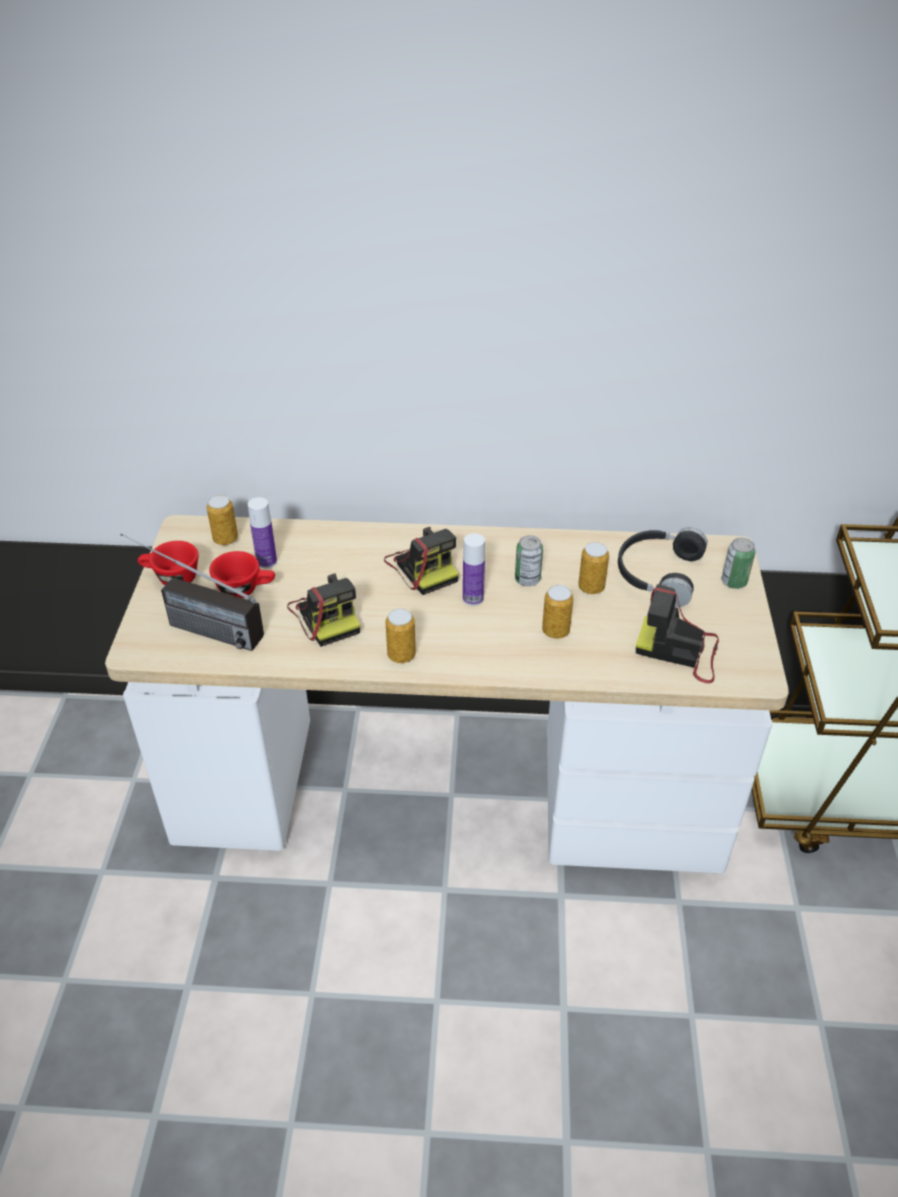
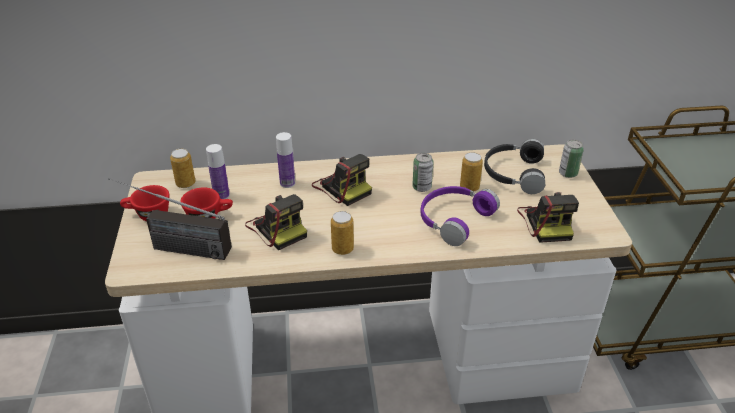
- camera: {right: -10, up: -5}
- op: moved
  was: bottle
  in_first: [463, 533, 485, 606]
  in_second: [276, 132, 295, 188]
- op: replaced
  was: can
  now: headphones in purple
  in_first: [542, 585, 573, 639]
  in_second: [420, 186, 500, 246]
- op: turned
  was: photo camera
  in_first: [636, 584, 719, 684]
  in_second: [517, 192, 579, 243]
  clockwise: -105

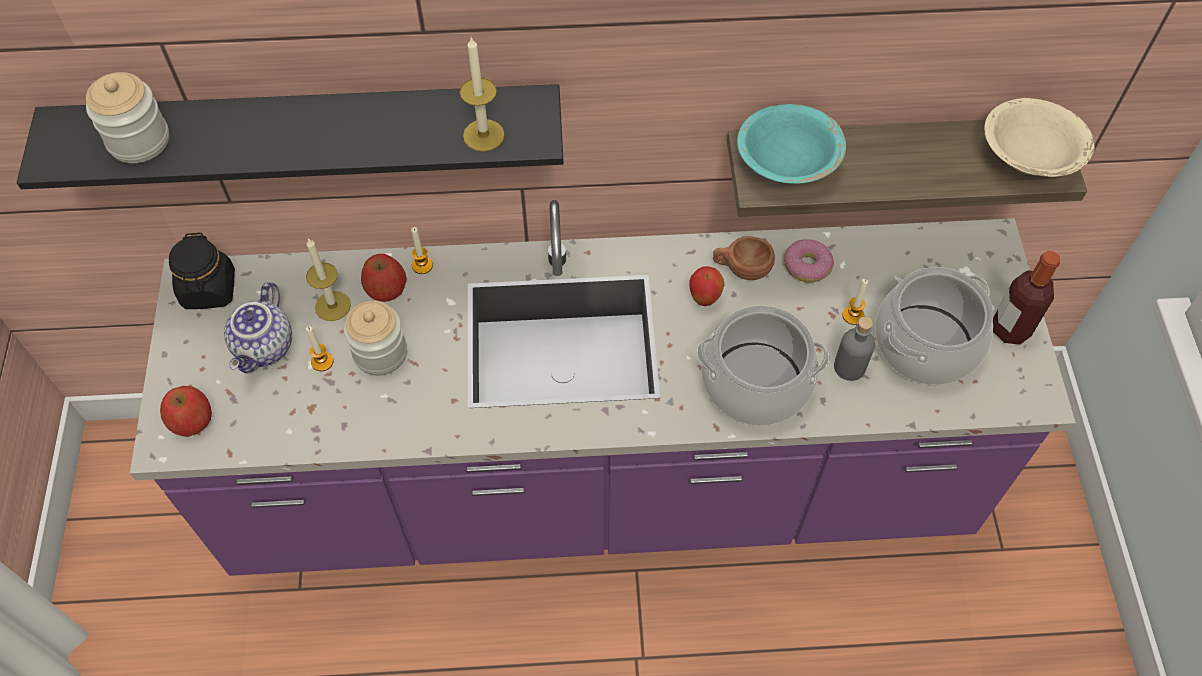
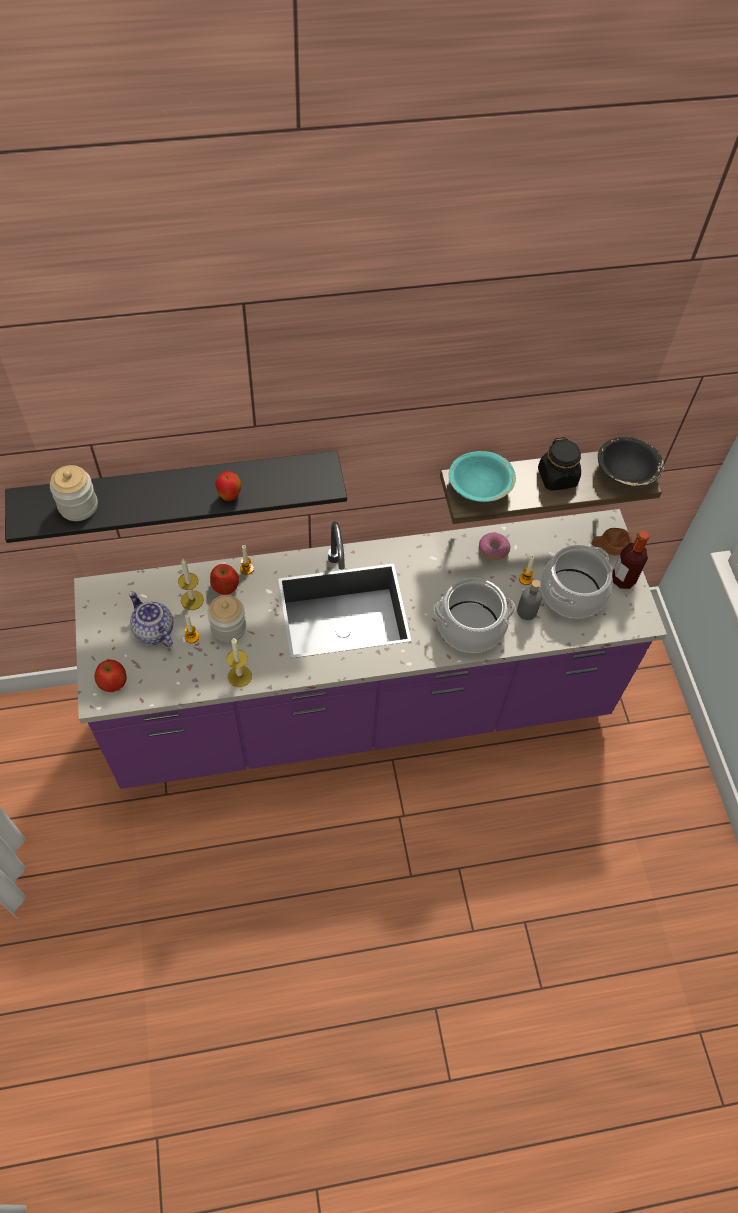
- camera: {right: -10, up: 0}
- op: moved
  was: jar in black
  in_first: [169, 232, 235, 309]
  in_second: [538, 437, 581, 491]
- op: moved
  was: candle
  in_first: [460, 37, 505, 152]
  in_second: [226, 638, 252, 687]
- op: moved
  was: apple
  in_first: [689, 266, 724, 306]
  in_second: [215, 471, 241, 501]
- op: moved
  was: cup in brown
  in_first: [713, 236, 775, 280]
  in_second: [591, 528, 632, 555]
- op: recoloured
  was: bowl in beige
  now: bowl in black
  in_first: [984, 98, 1095, 177]
  in_second: [598, 437, 664, 486]
- op: turned
  was: teapot
  in_first: [224, 282, 292, 373]
  in_second: [129, 591, 173, 647]
  clockwise: 135

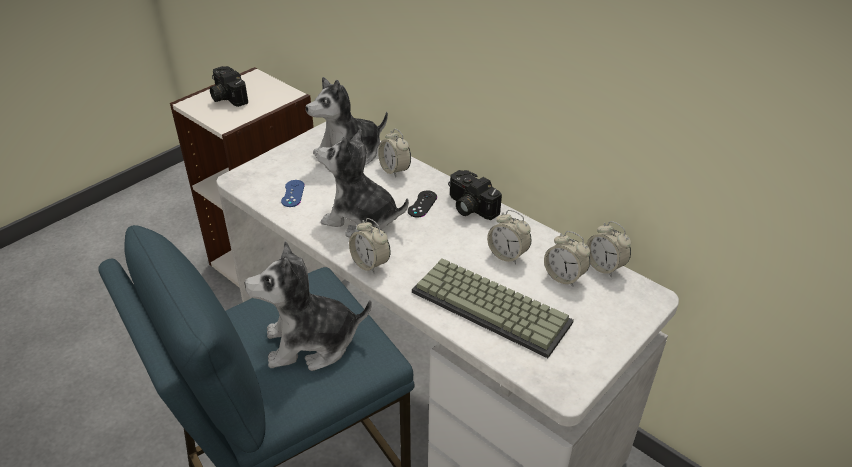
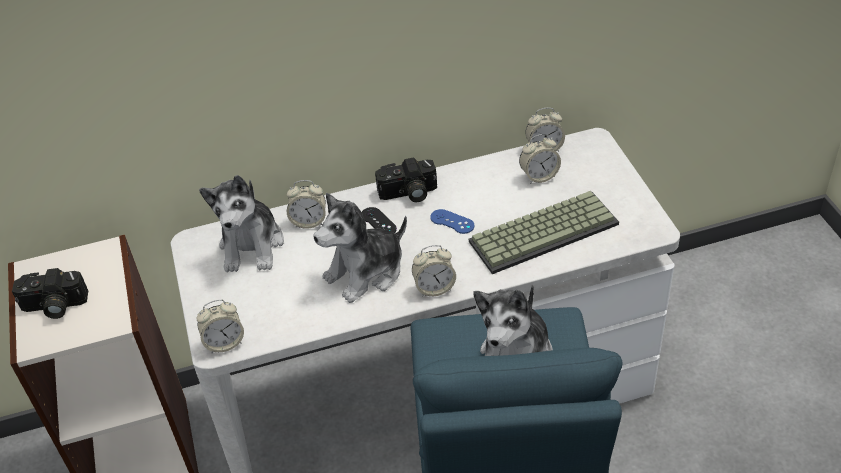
- camera: {right: -55, up: 5}
- op: moved
  was: game controller in blue
  in_first: [281, 180, 305, 207]
  in_second: [430, 209, 474, 234]
- op: moved
  was: alarm clock
  in_first: [487, 210, 532, 265]
  in_second: [196, 300, 244, 353]

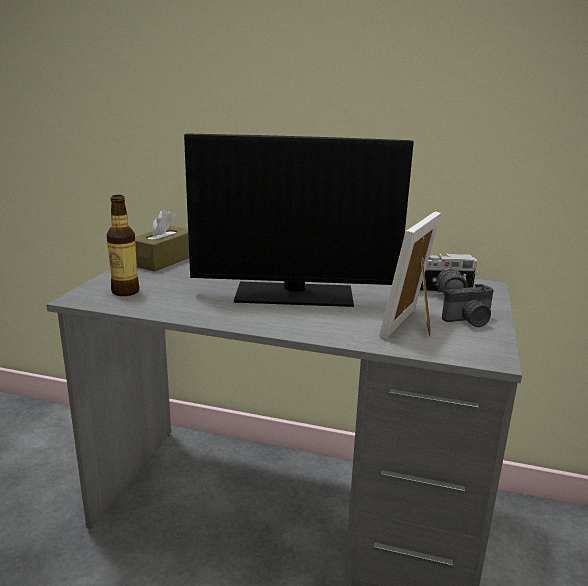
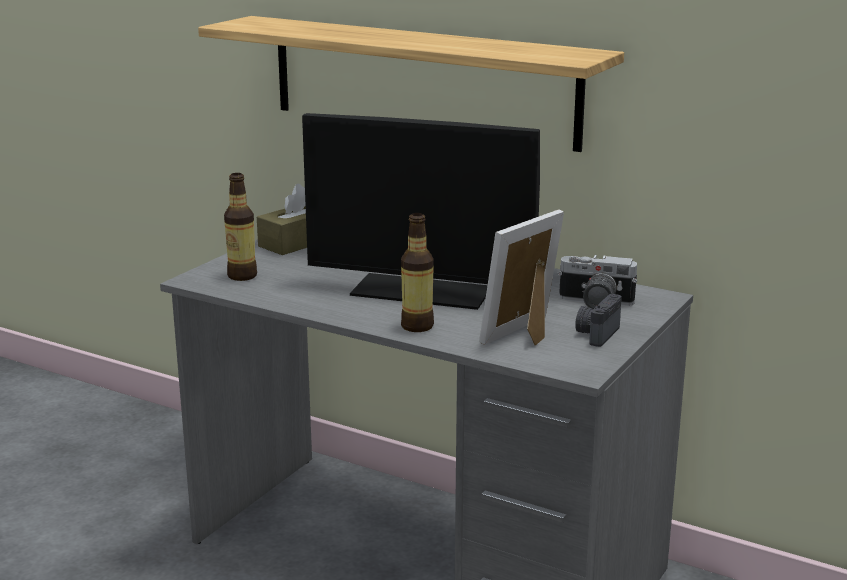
- camera: {right: 15, up: 0}
- op: added
  now: shelf
  in_second: [198, 16, 624, 152]
- op: added
  now: bottle
  in_second: [401, 213, 434, 332]
- op: turned
  was: photo camera
  in_first: [442, 284, 494, 327]
  in_second: [575, 294, 622, 347]
  clockwise: 120

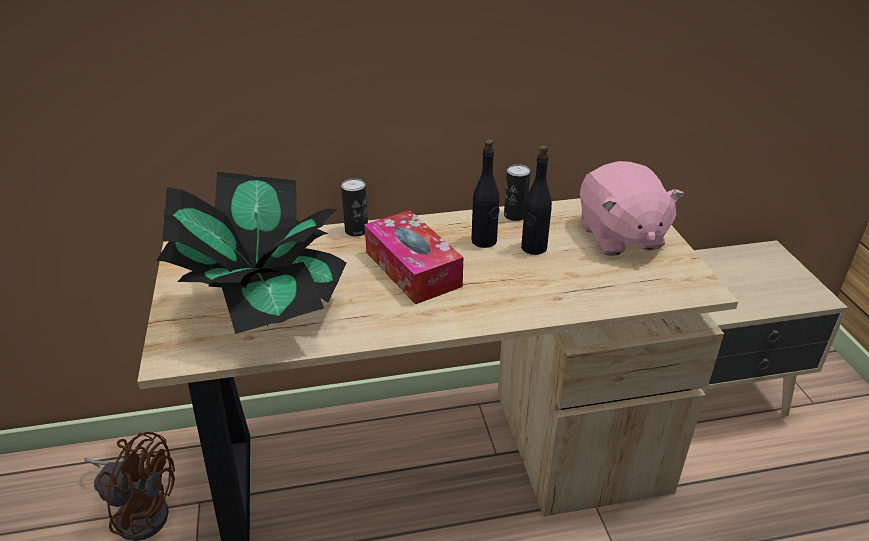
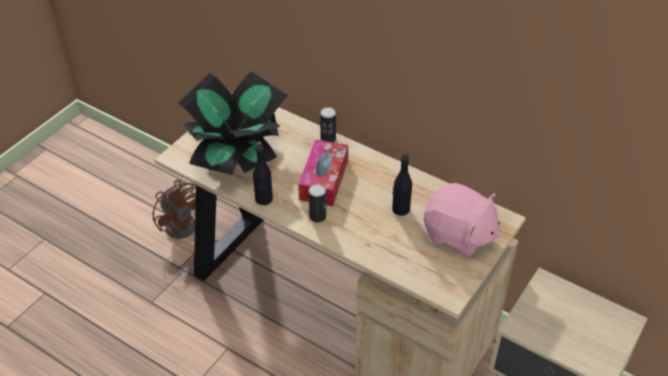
- camera: {right: 45, up: 10}
- op: moved
  was: bottle in black
  in_first: [471, 139, 500, 248]
  in_second: [253, 141, 273, 205]
- op: moved
  was: can
  in_first: [504, 164, 530, 221]
  in_second: [309, 184, 326, 223]
- op: turned
  was: plush toy in pink
  in_first: [580, 161, 684, 256]
  in_second: [424, 183, 501, 257]
  clockwise: -90

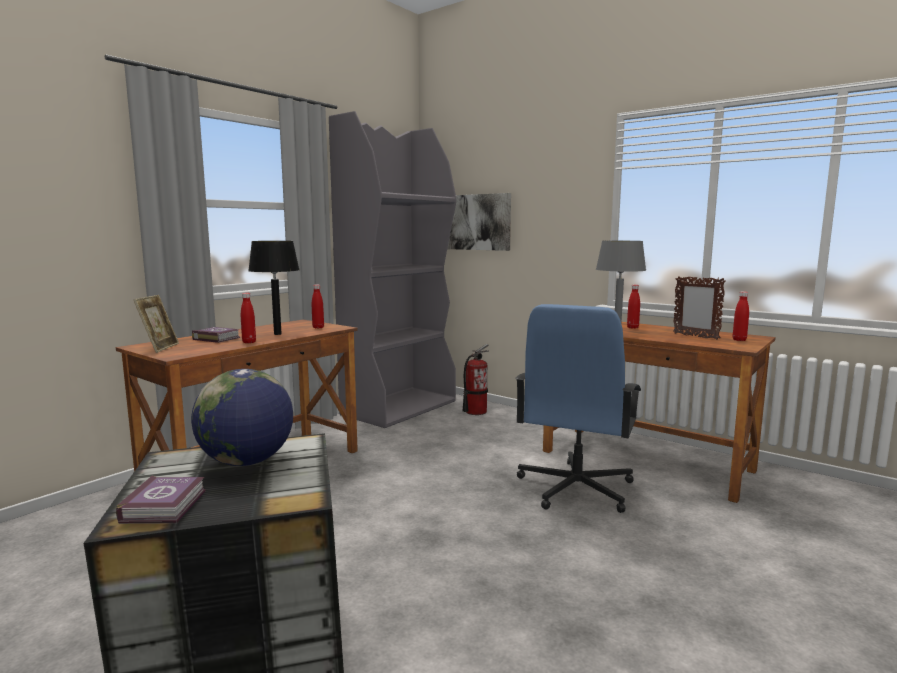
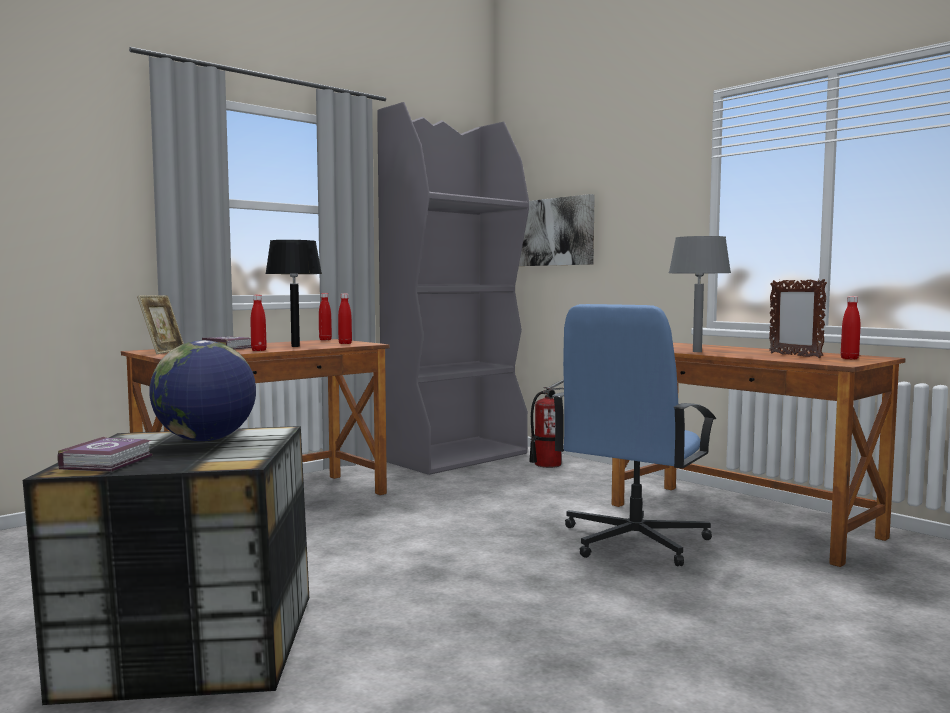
- camera: {right: 10, up: -5}
- op: moved
  was: bottle in red
  in_first: [627, 285, 640, 329]
  in_second: [319, 293, 332, 340]

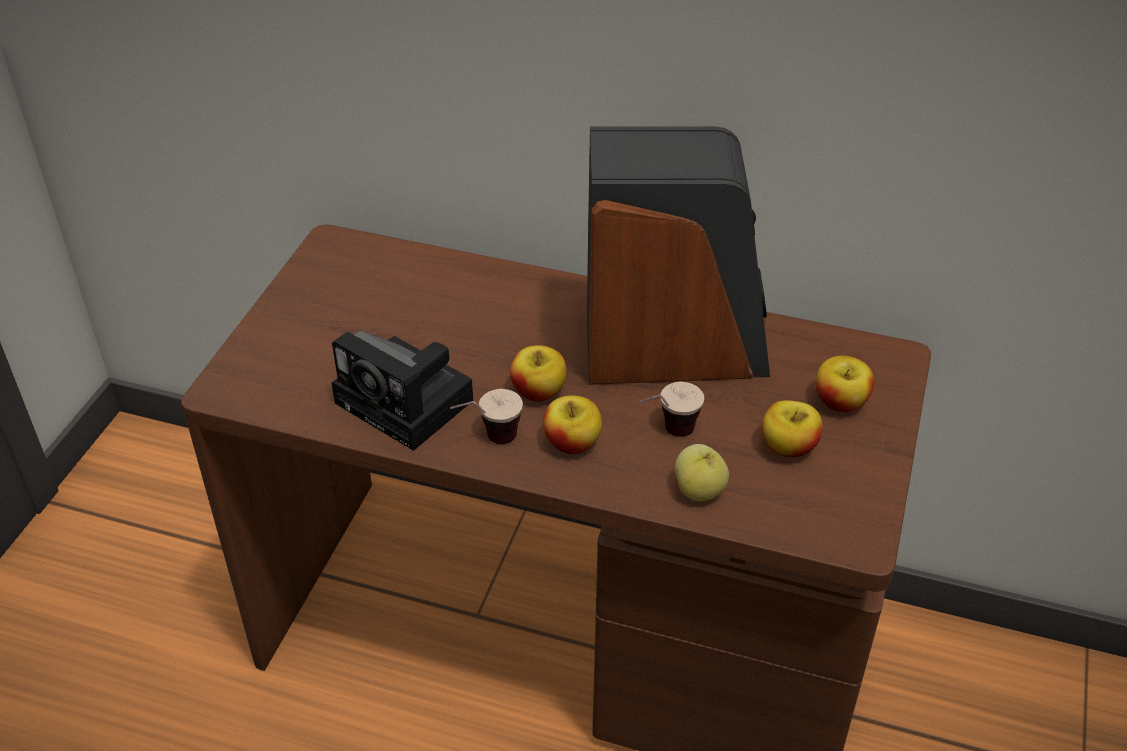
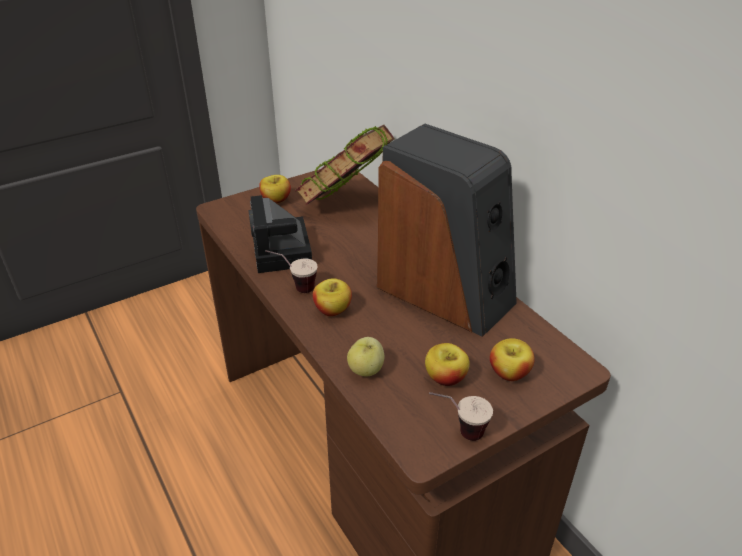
- camera: {right: 40, up: -5}
- op: added
  now: book
  in_second: [295, 125, 394, 205]
- op: moved
  was: apple
  in_first: [510, 345, 567, 402]
  in_second: [259, 175, 291, 203]
- op: moved
  was: cup
  in_first: [640, 382, 704, 437]
  in_second: [429, 392, 493, 441]

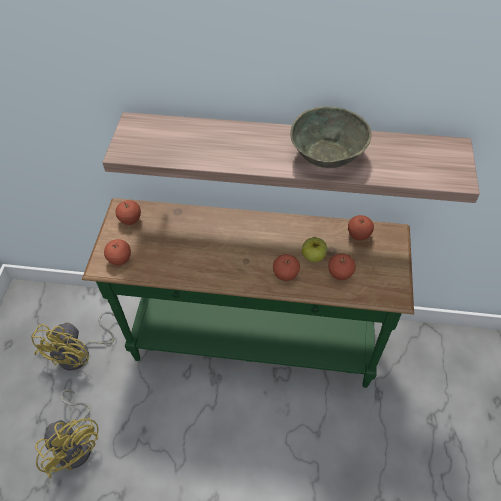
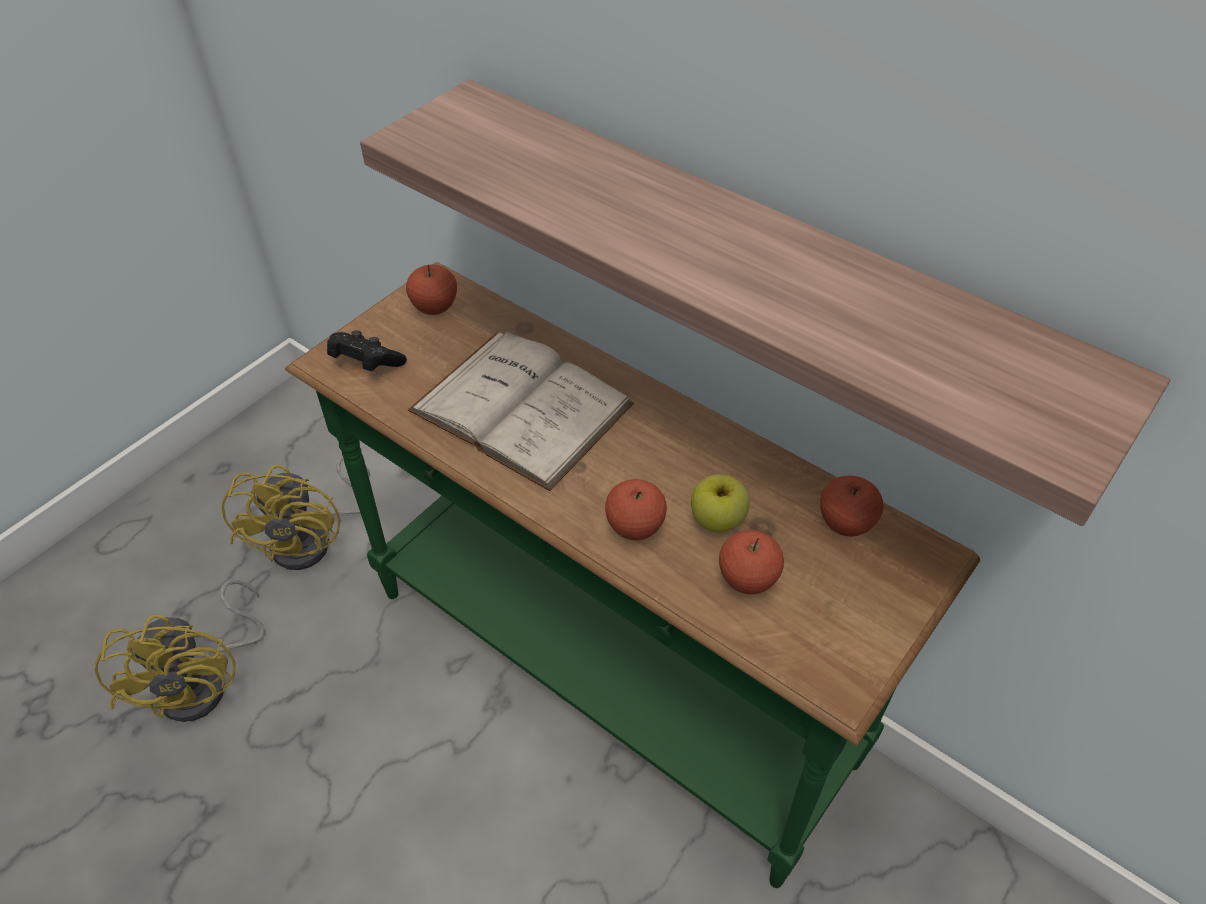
- camera: {right: 30, up: -5}
- op: removed
  was: bowl in grey
  in_first: [290, 106, 371, 168]
- op: added
  now: book in white
  in_second: [408, 331, 634, 491]
- op: replaced
  was: apple
  now: game controller in black
  in_first: [104, 239, 131, 265]
  in_second: [327, 330, 407, 371]
- op: turned
  was: fan in yellow
  in_first: [31, 312, 114, 370]
  in_second: [222, 456, 370, 570]
  clockwise: -45

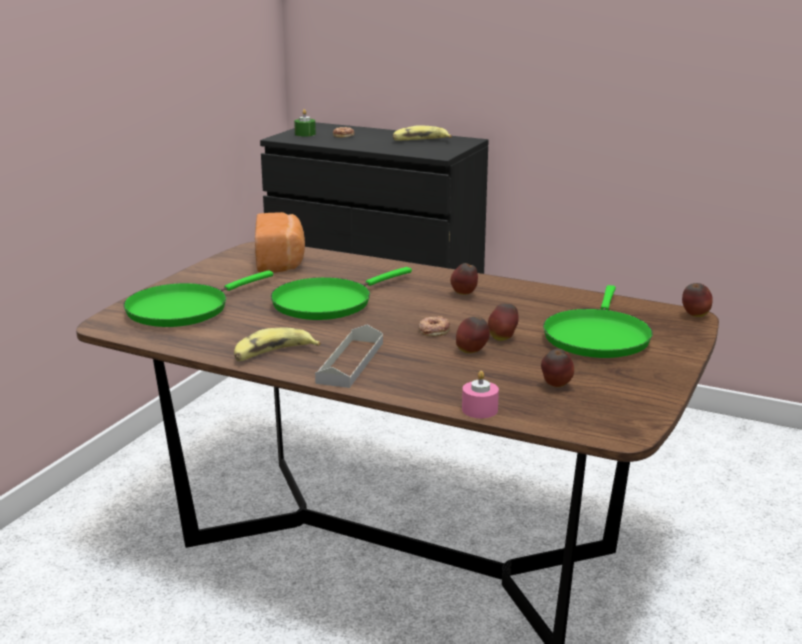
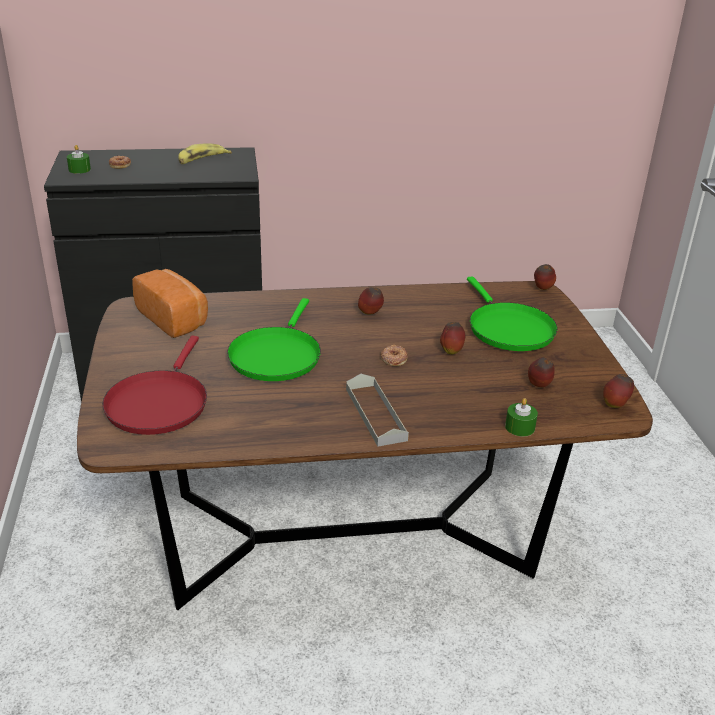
- camera: {right: -35, up: 10}
- op: removed
  was: banana
  in_first: [234, 328, 321, 361]
- op: moved
  was: apple
  in_first: [456, 317, 490, 353]
  in_second: [603, 374, 634, 408]
- op: recoloured
  was: frying pan in green
  now: frying pan in red
  in_first: [124, 271, 273, 327]
  in_second: [102, 336, 207, 435]
- op: recoloured
  was: candle in pink
  now: candle in green
  in_first: [462, 371, 499, 418]
  in_second: [505, 398, 538, 437]

